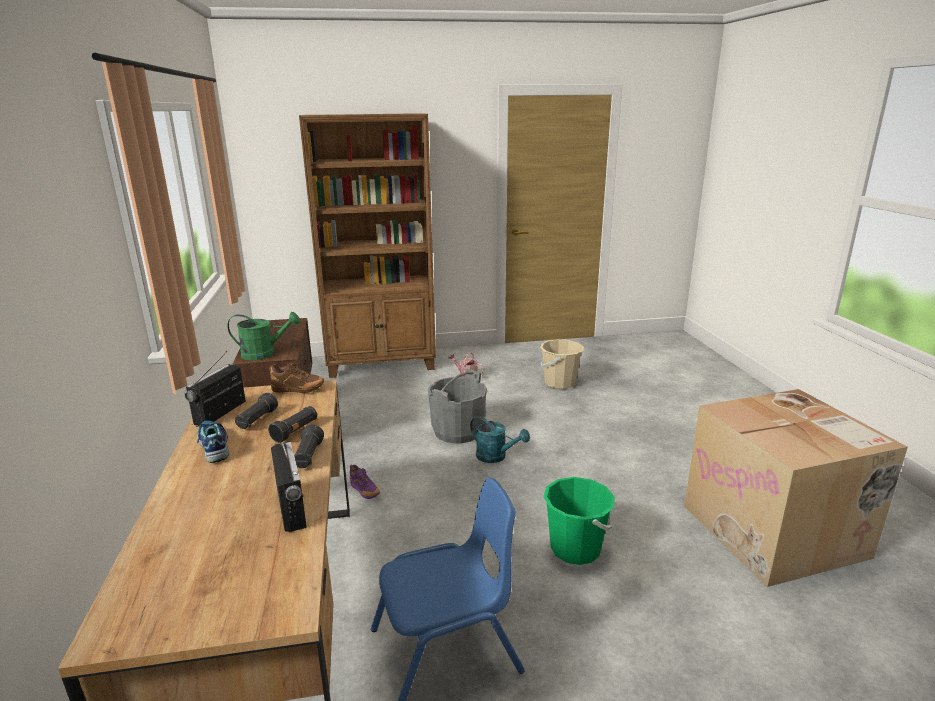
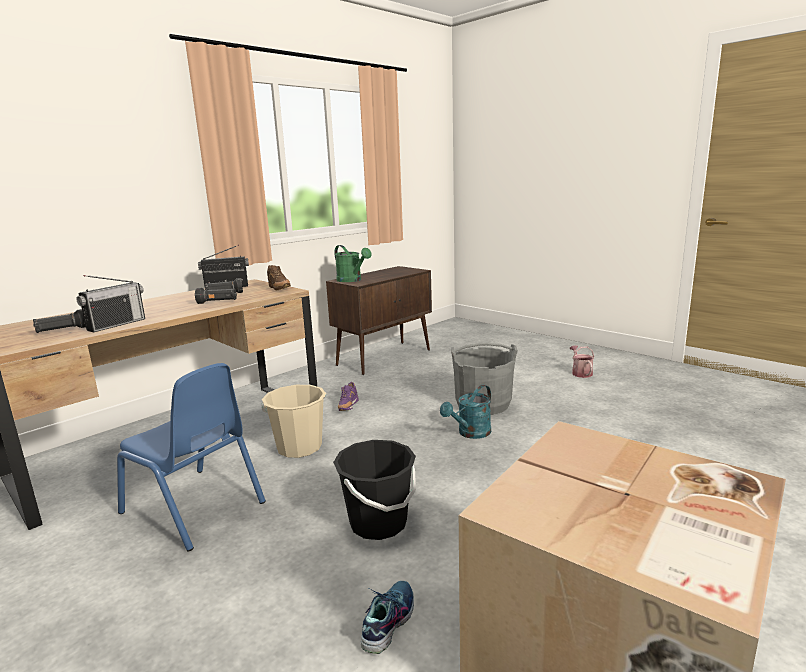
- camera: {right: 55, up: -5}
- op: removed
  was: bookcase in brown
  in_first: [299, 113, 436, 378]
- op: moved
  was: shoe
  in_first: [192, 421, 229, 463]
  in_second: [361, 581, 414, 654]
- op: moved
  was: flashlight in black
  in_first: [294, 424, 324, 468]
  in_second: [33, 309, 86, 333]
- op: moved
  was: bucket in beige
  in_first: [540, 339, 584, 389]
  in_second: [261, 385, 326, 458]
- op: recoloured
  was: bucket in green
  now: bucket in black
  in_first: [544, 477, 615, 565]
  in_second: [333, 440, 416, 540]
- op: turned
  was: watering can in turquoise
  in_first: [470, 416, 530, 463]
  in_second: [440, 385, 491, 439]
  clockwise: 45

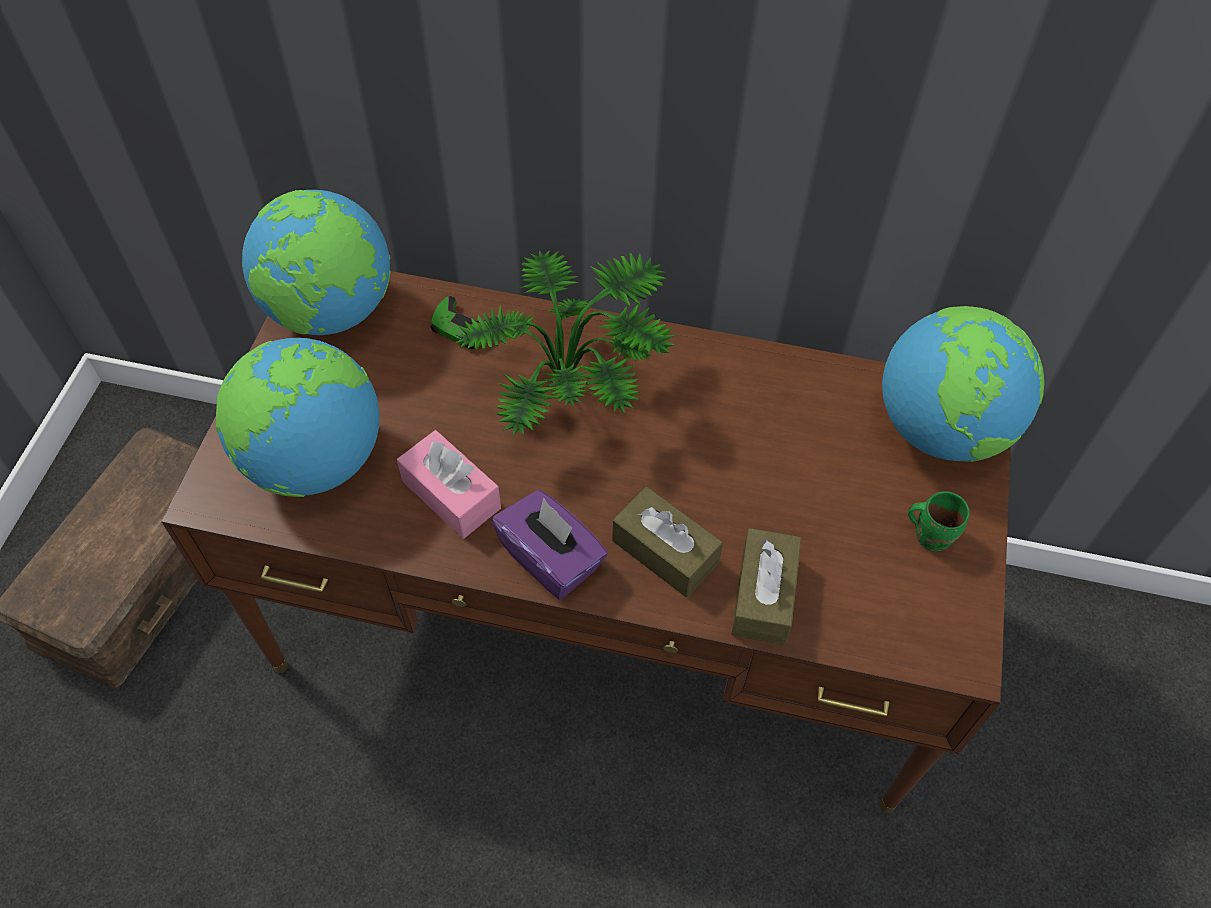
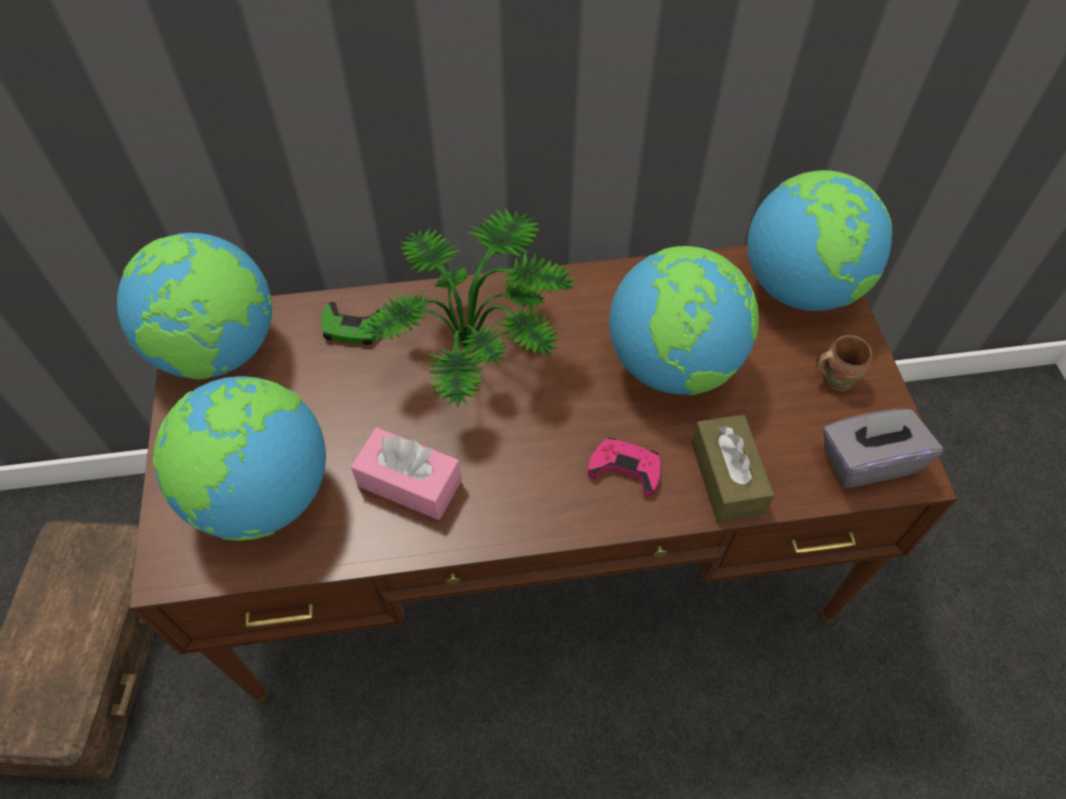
- camera: {right: -20, up: 0}
- op: removed
  was: tissue box in purple
  in_first: [492, 490, 608, 600]
- op: added
  now: globe
  in_second: [609, 246, 759, 395]
- op: added
  now: tissue box in grey
  in_second: [823, 409, 943, 488]
- op: replaced
  was: tissue box in brown
  now: game controller in pink
  in_first: [612, 487, 723, 597]
  in_second: [588, 438, 661, 496]
- op: recoloured
  was: mug in green
  now: mug in brown
  in_first: [908, 491, 970, 551]
  in_second: [816, 335, 872, 391]

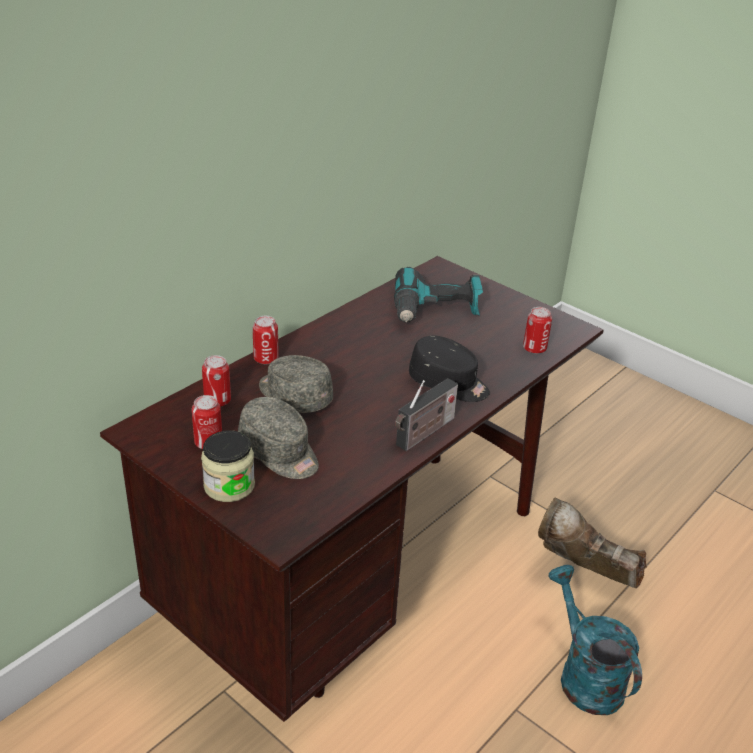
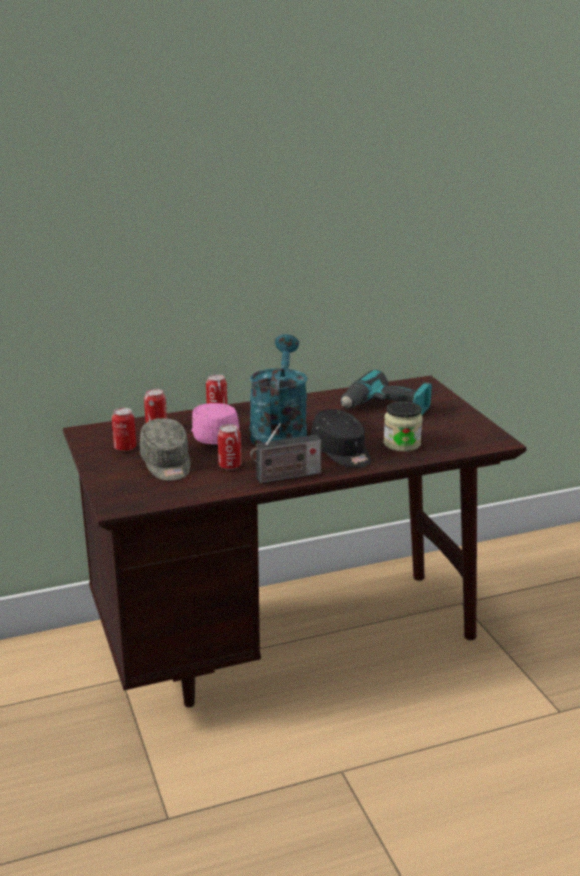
- camera: {right: 30, up: -10}
- op: removed
  was: boot in brown
  in_first: [538, 498, 647, 588]
- op: moved
  was: jar
  in_first: [201, 431, 255, 502]
  in_second: [383, 401, 423, 452]
- op: moved
  was: can
  in_first: [523, 307, 552, 354]
  in_second: [218, 424, 242, 470]
- op: moved
  was: watering can in turquoise
  in_first: [548, 565, 642, 715]
  in_second: [249, 334, 308, 445]
- op: recoloured
  was: cap in grey
  now: cap in pink
  in_first: [259, 355, 333, 413]
  in_second: [191, 403, 239, 444]

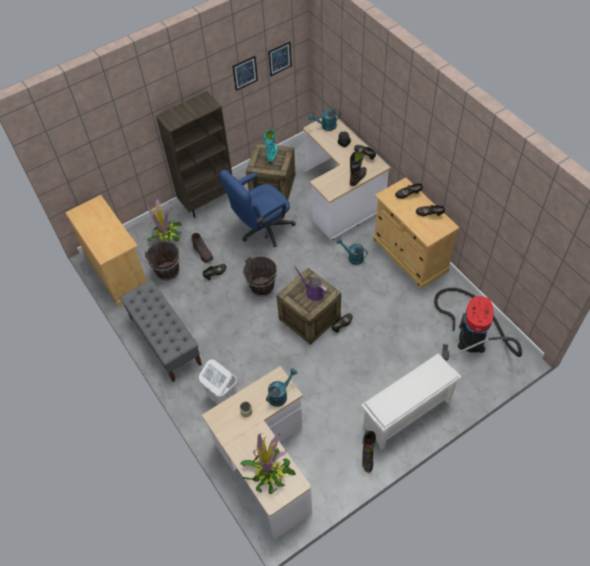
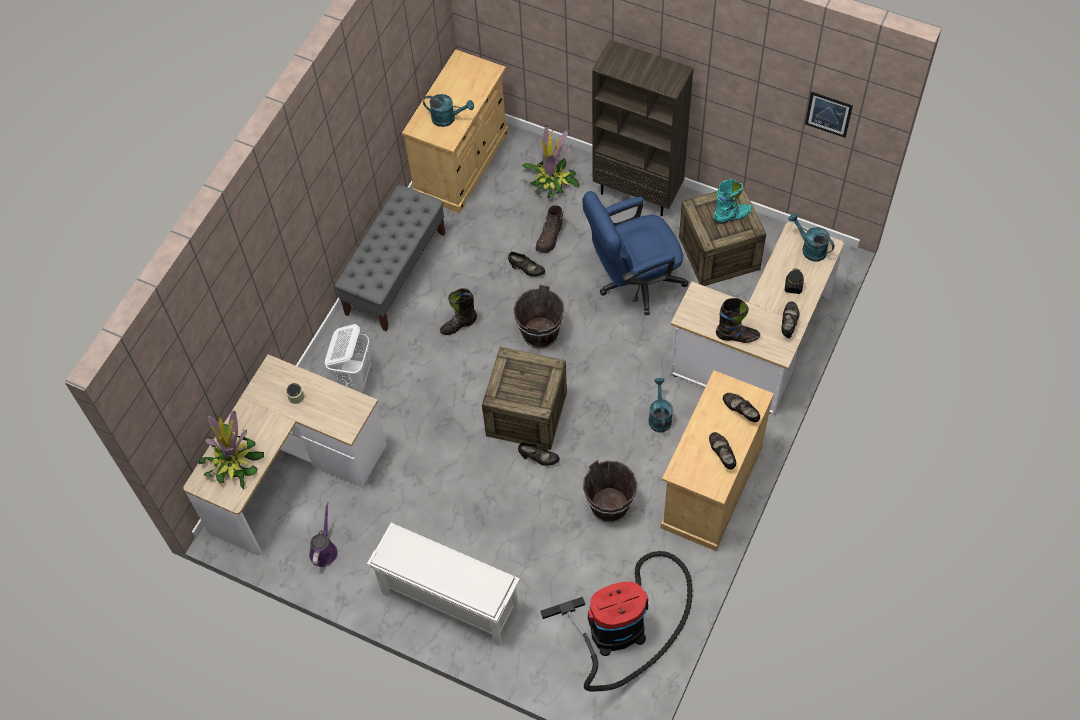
- camera: {right: 60, up: 5}
- op: removed
  was: picture
  in_first: [232, 56, 258, 91]
- op: moved
  was: bucket in brown
  in_first: [145, 241, 180, 281]
  in_second: [583, 460, 638, 523]
- op: moved
  was: watering can in turquoise
  in_first: [266, 368, 297, 407]
  in_second: [423, 94, 474, 127]
- op: moved
  was: watering can in purple
  in_first: [293, 266, 327, 301]
  in_second: [309, 502, 338, 567]
- op: moved
  was: boot in black
  in_first: [362, 430, 376, 473]
  in_second: [440, 288, 477, 335]
- op: turned
  was: office chair in blue
  in_first: [220, 170, 295, 247]
  in_second: [582, 191, 688, 315]
  clockwise: -45

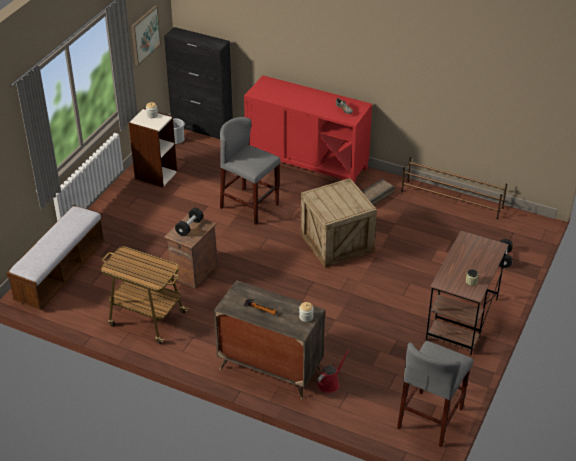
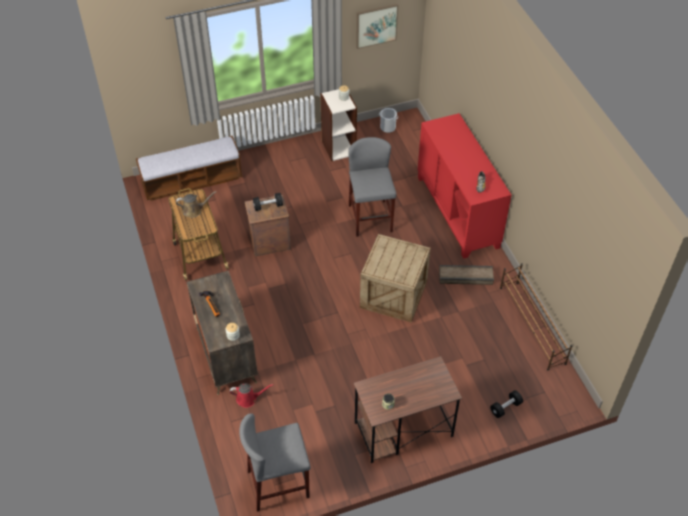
- camera: {right: 45, up: 10}
- op: removed
  was: cabinet in black
  in_first: [164, 27, 233, 139]
- op: added
  now: watering can in brown
  in_second: [176, 191, 216, 218]

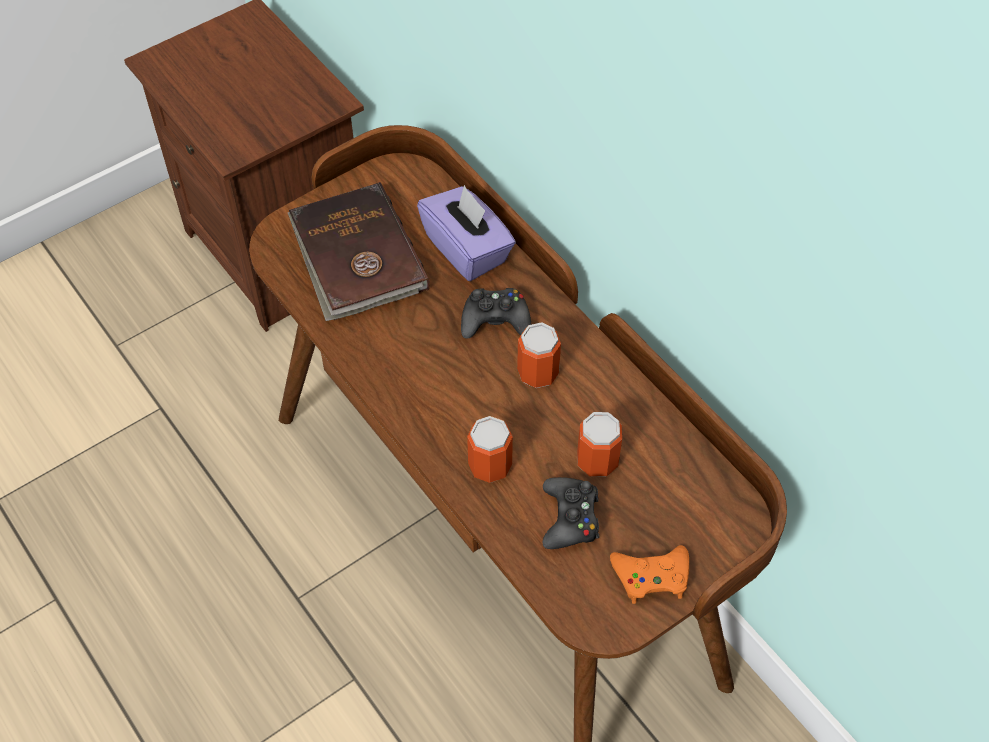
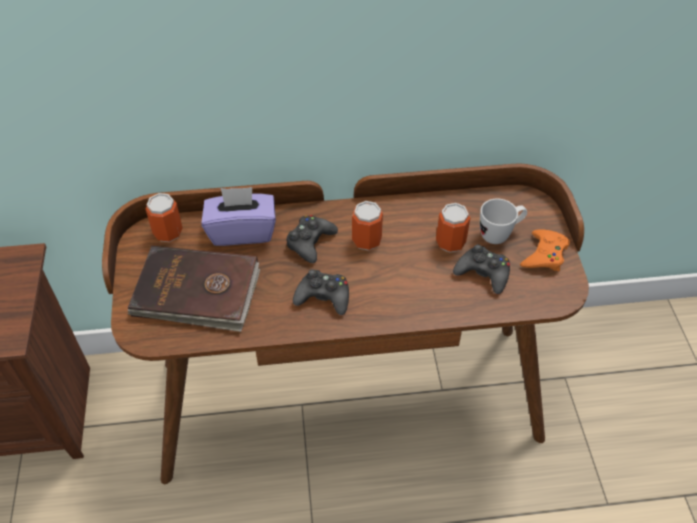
- camera: {right: -60, up: -5}
- op: added
  now: game controller in black
  in_second: [293, 269, 349, 315]
- op: added
  now: mug in white
  in_second: [480, 199, 527, 244]
- op: moved
  was: can
  in_first: [467, 416, 513, 483]
  in_second: [145, 193, 183, 242]

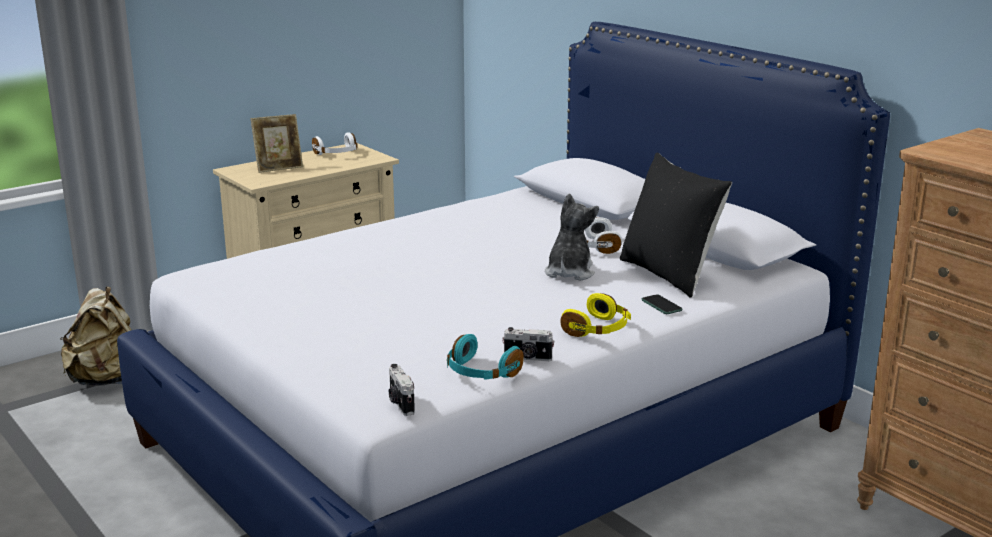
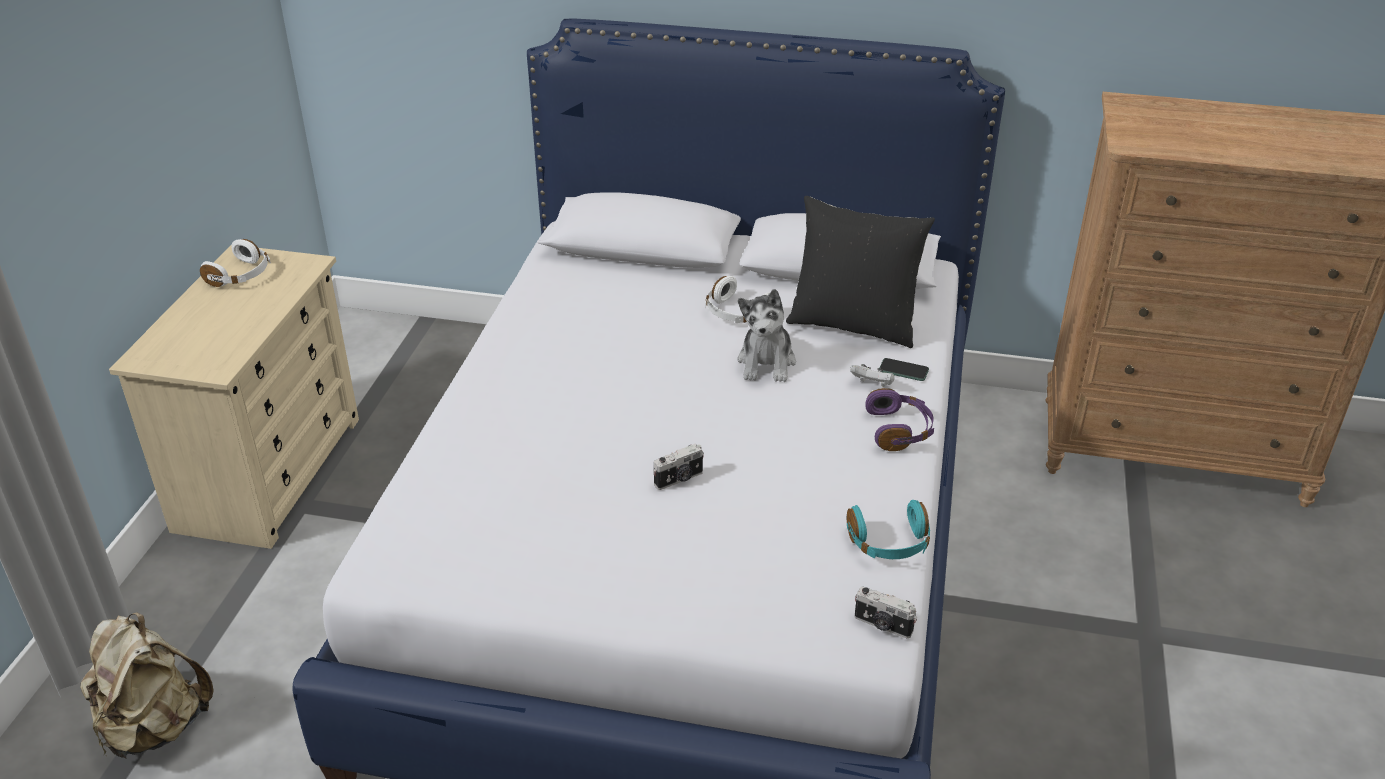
- camera: {right: -40, up: 15}
- op: removed
  was: picture frame
  in_first: [251, 114, 303, 173]
- op: added
  now: game controller in white
  in_second: [850, 364, 895, 387]
- op: moved
  was: photo camera
  in_first: [502, 327, 554, 361]
  in_second: [653, 443, 704, 490]
- op: recoloured
  was: headphones in yellow
  now: headphones in purple
  in_first: [560, 293, 631, 337]
  in_second: [865, 388, 934, 451]
- op: turned
  was: plush toy
  in_first: [545, 194, 599, 280]
  in_second: [737, 289, 796, 382]
  clockwise: -150

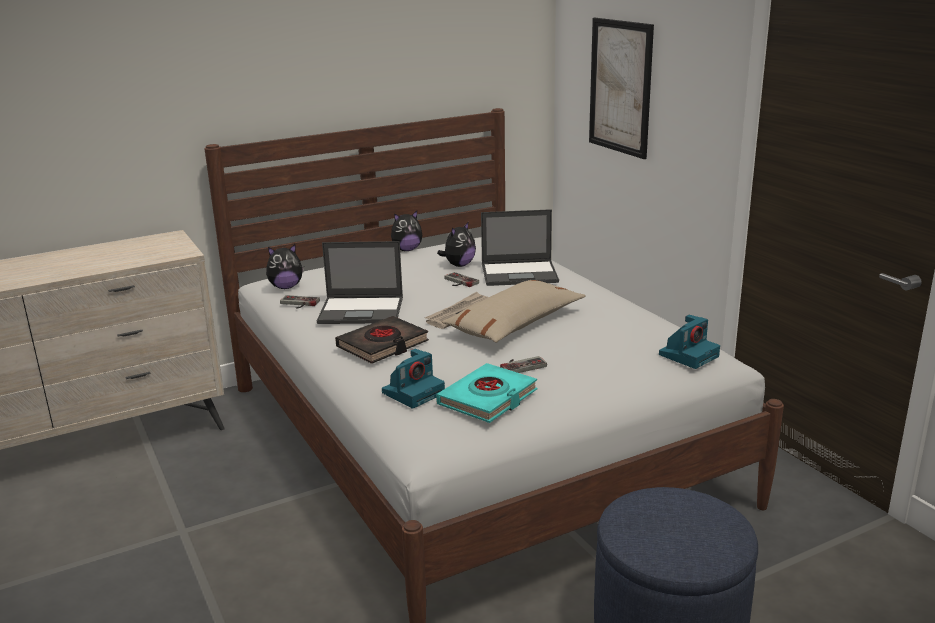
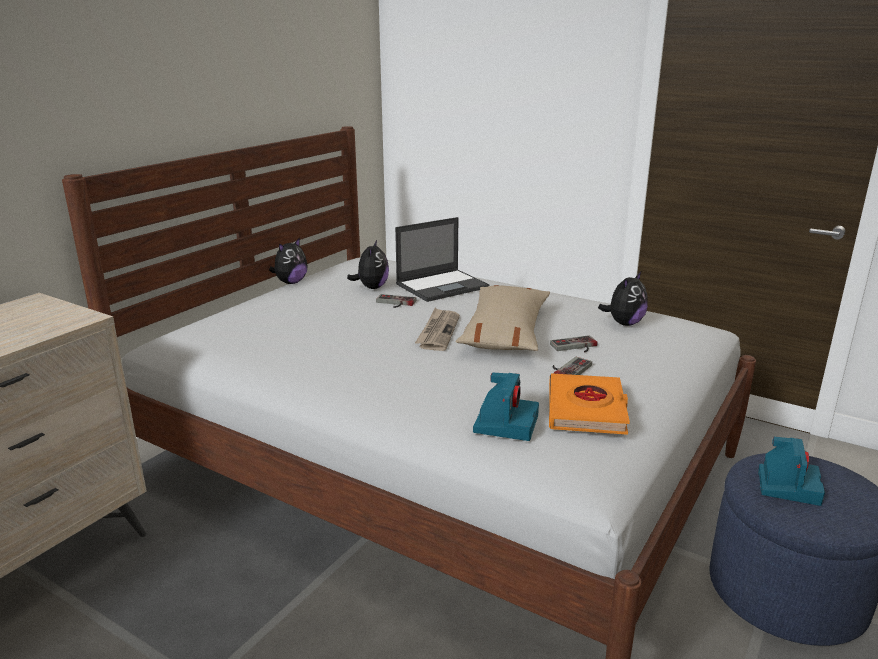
- camera: {right: -30, up: 0}
- op: removed
  was: laptop
  in_first: [317, 241, 403, 324]
- op: removed
  was: book in black
  in_first: [335, 316, 429, 364]
- op: removed
  was: picture
  in_first: [589, 18, 654, 159]
- op: moved
  was: plush toy
  in_first: [266, 244, 304, 289]
  in_second: [598, 272, 648, 326]
- op: moved
  was: game controller
  in_first: [280, 295, 320, 309]
  in_second: [550, 335, 598, 352]
- op: moved
  was: photo camera
  in_first: [659, 315, 720, 369]
  in_second: [758, 437, 825, 506]
- op: recoloured
  was: book in turquoise
  now: book in orange
  in_first: [436, 363, 538, 423]
  in_second: [549, 374, 630, 435]

